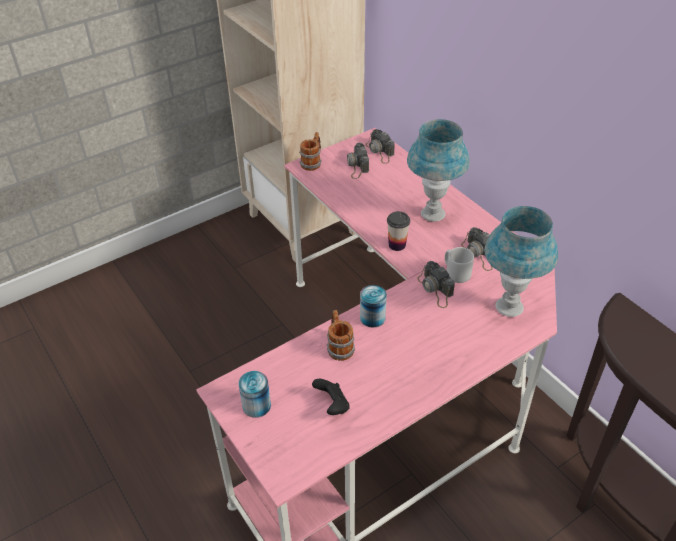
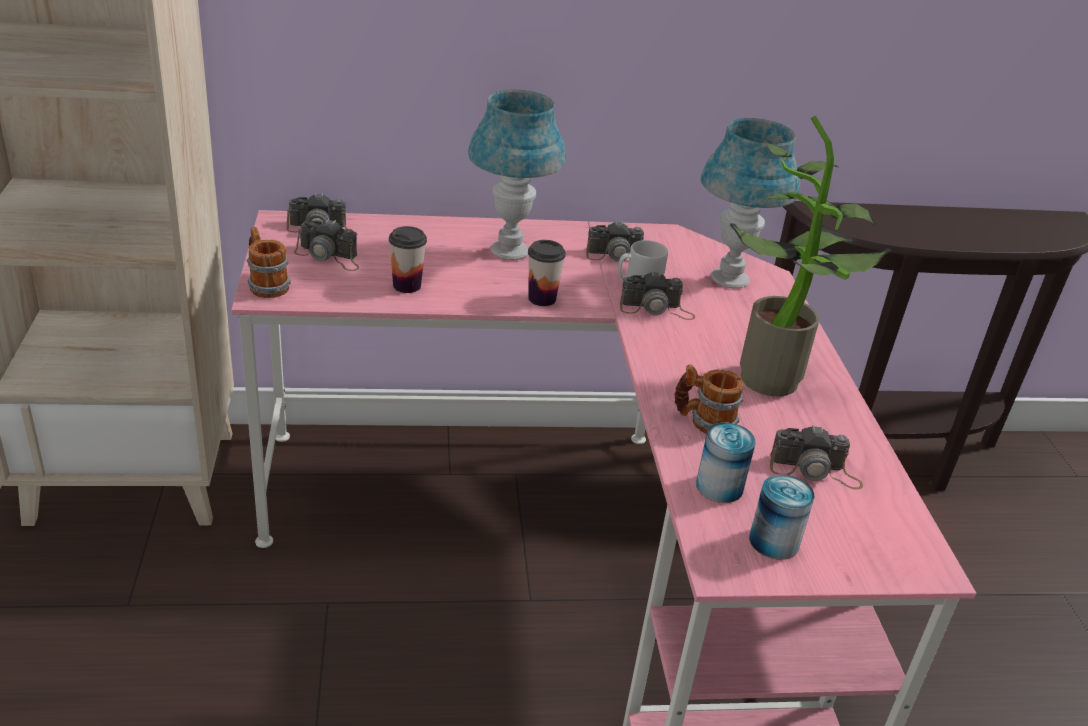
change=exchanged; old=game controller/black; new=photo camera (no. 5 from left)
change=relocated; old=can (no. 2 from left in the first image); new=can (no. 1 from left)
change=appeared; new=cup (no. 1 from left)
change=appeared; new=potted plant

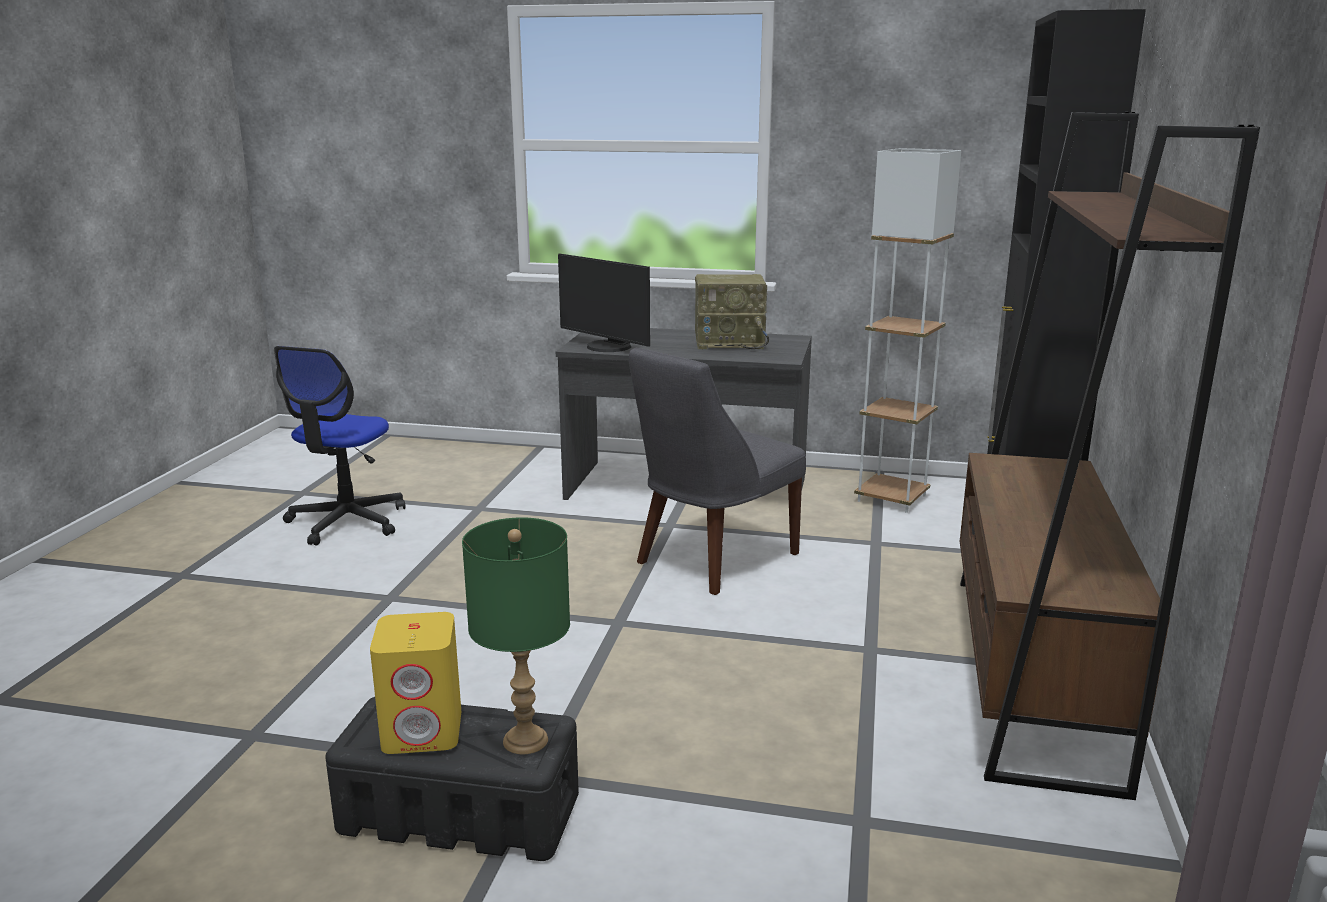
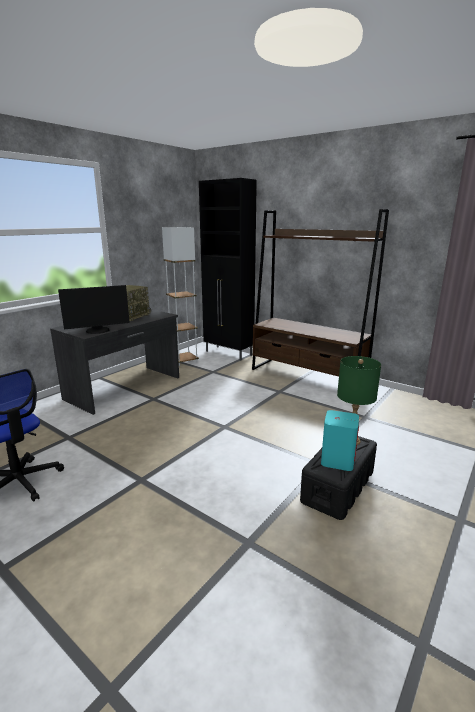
change=colour; old=speaker/yellow; new=speaker/turquoise
change=missing; old=chair/grey

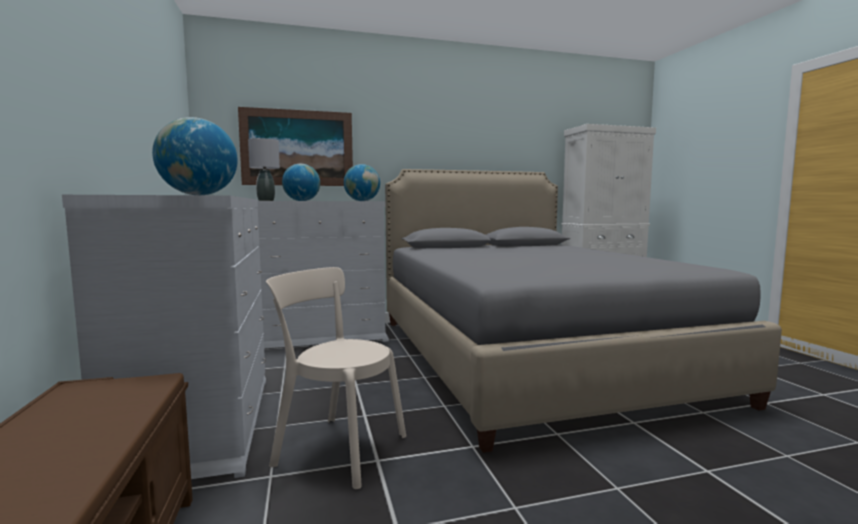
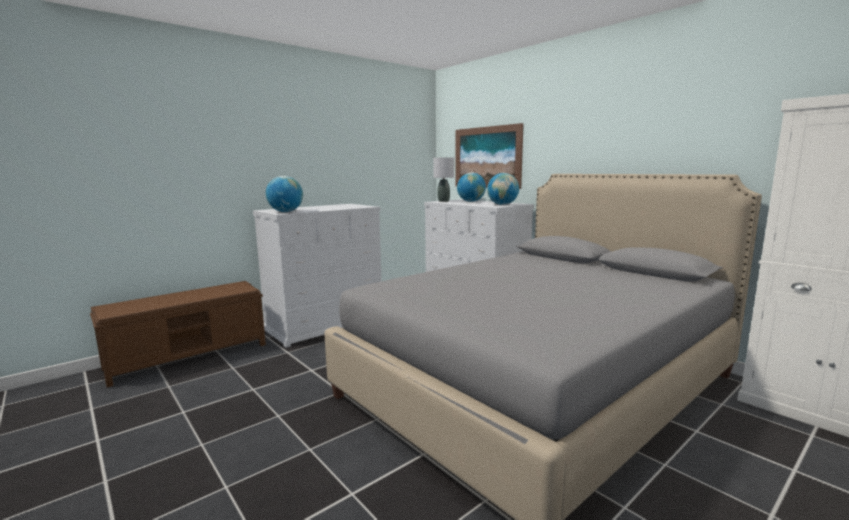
change=missing; old=chair/beige

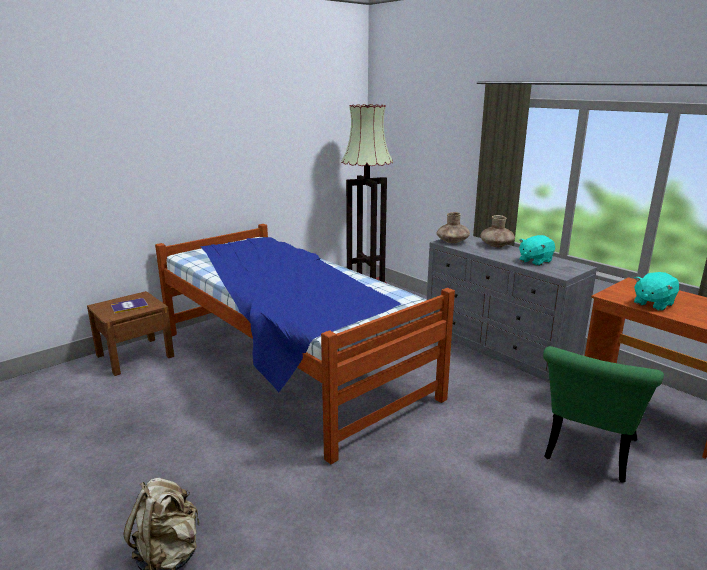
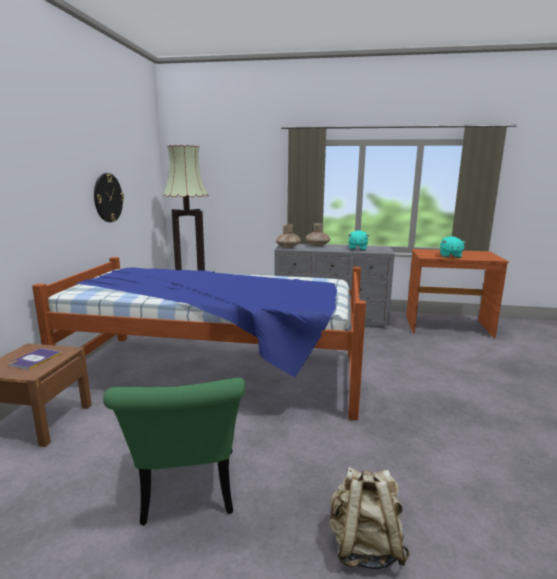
change=relocated; old=chair/green
change=appeared; new=wall clock

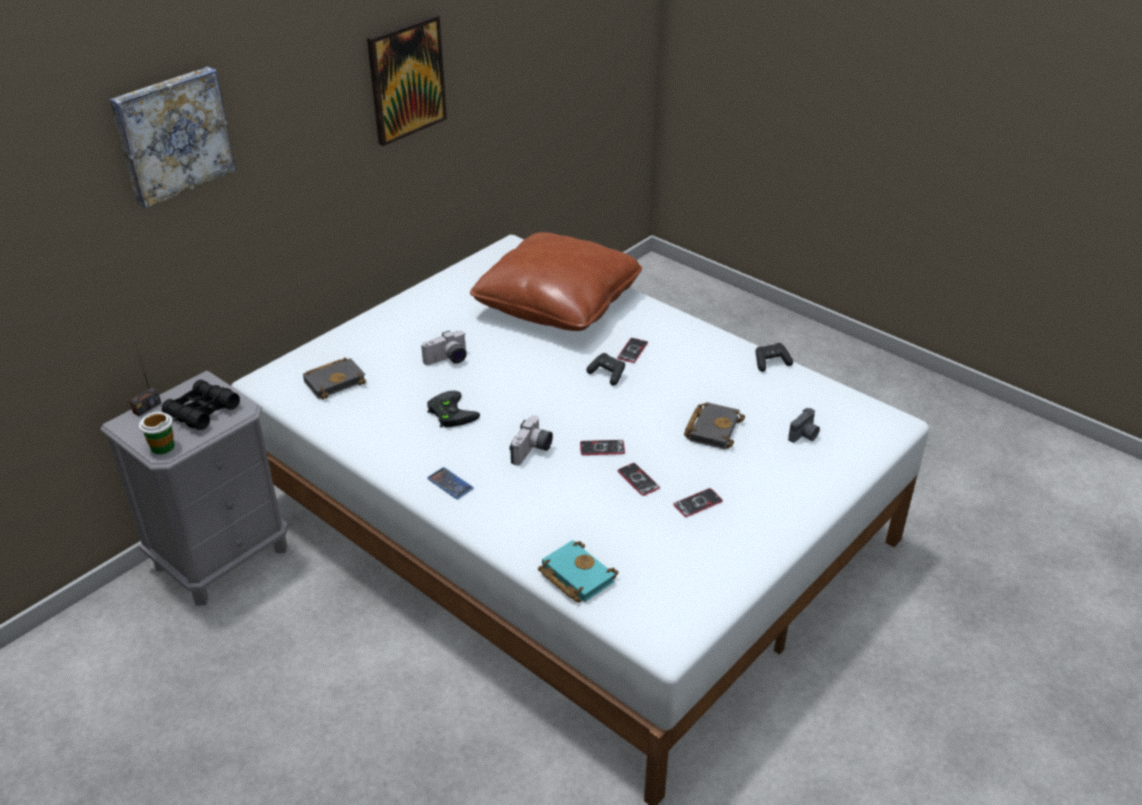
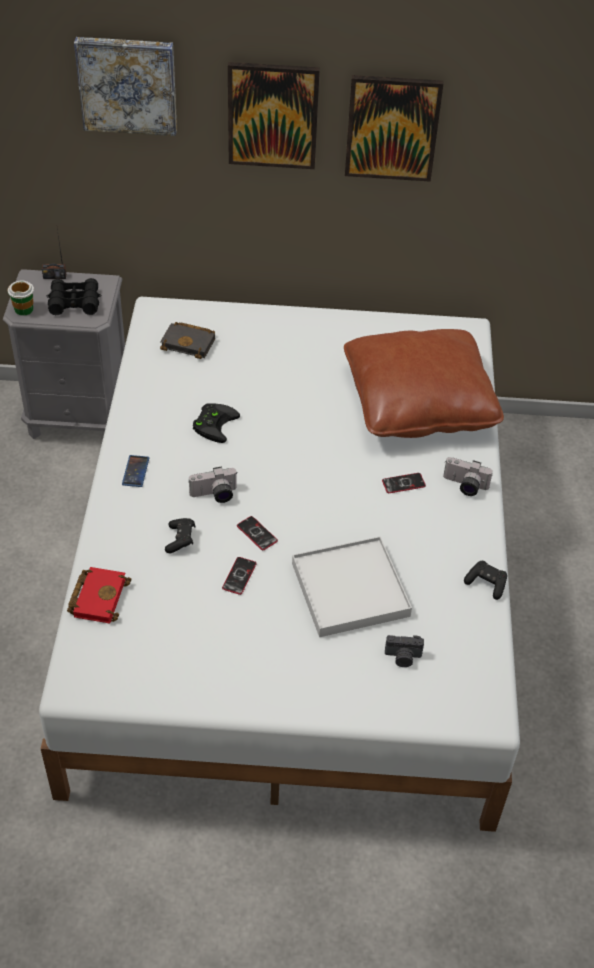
change=relocated; old=photo camera (no. 1 from left in the first image); new=photo camera (no. 3 from left)
change=colour; old=book/turquoise; new=book/red
change=relocated; old=game controller/black (no. 2 from left in the first image); new=game controller/black (no. 1 from left)
change=missing; old=phone (no. 5 from left)
change=exchanged; old=book/black (no. 2 from left); new=tray/white
change=appeared; new=picture (no. 2 from left)

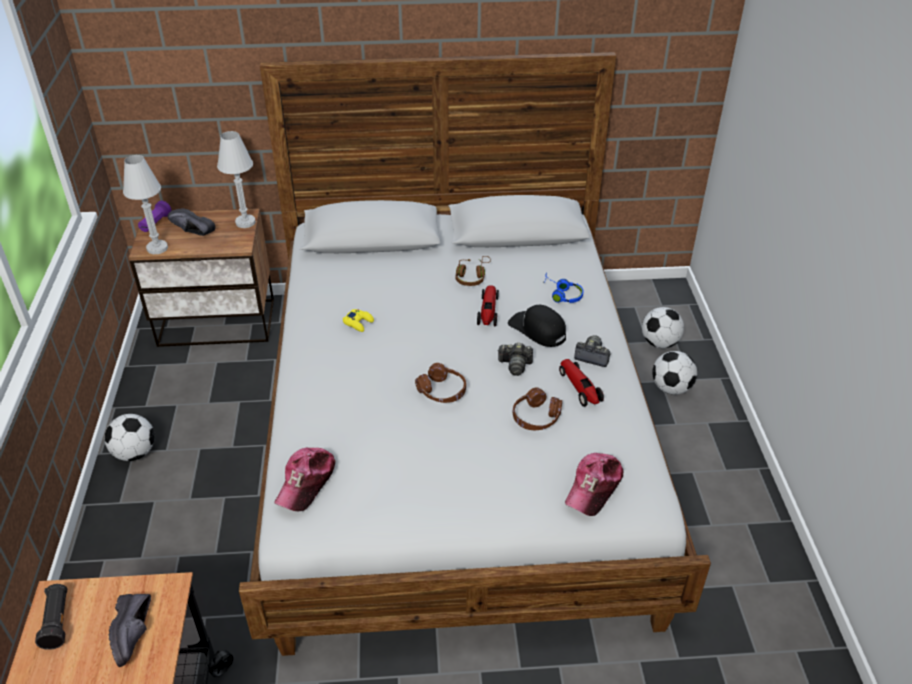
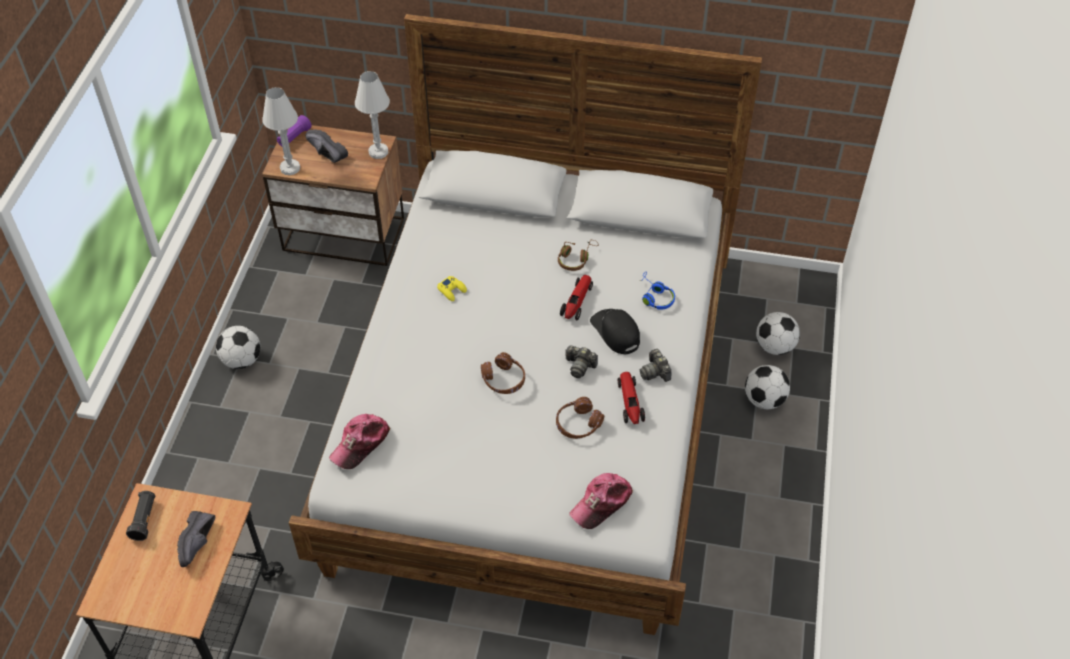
change=spun; old=photo camera (no. 2 from left); degrees=-150

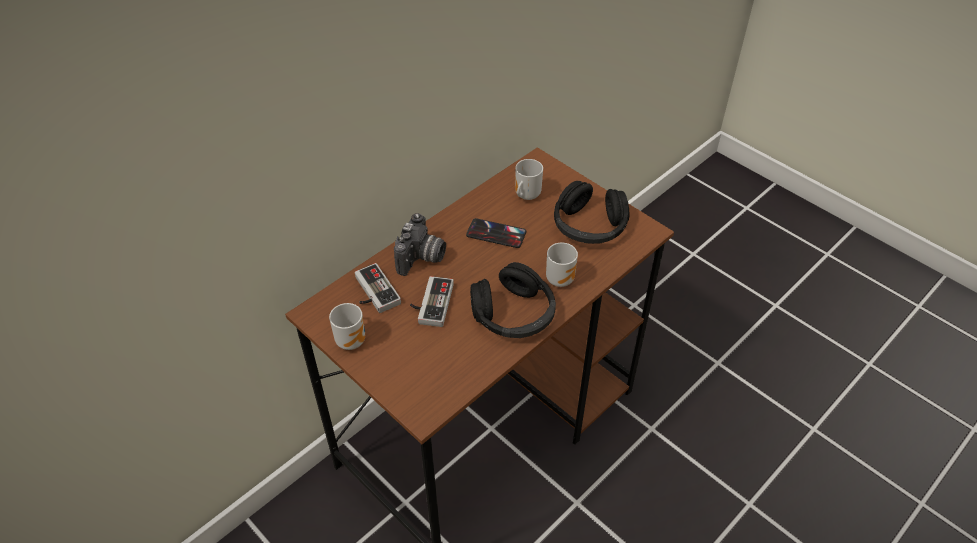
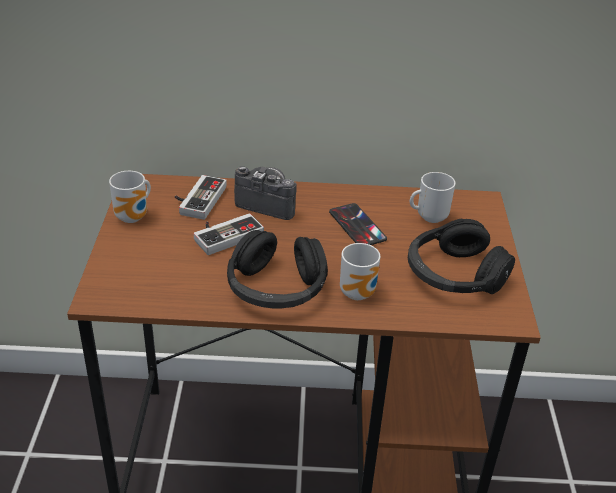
change=spun; old=photo camera; degrees=-135

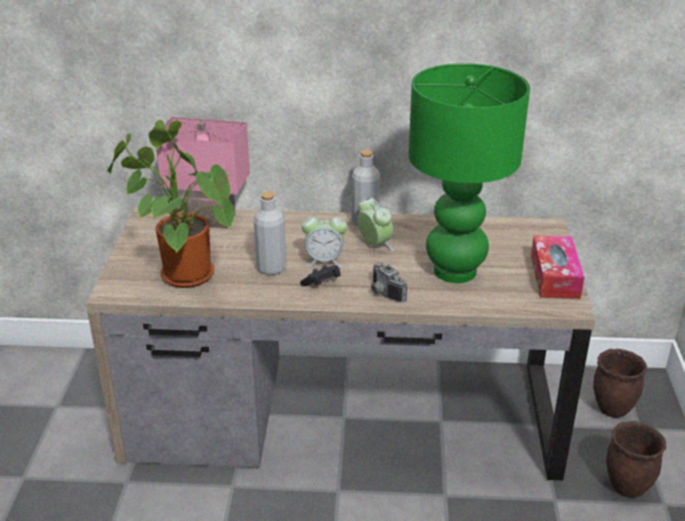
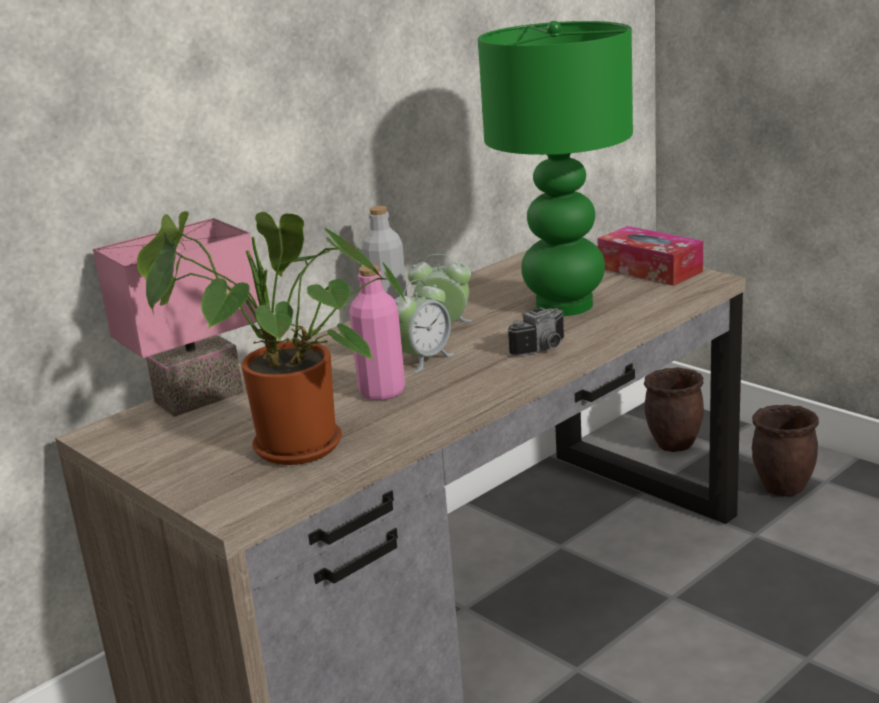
change=colour; old=bottle/grey (no. 1 from left); new=bottle/pink
change=missing; old=game controller/black
change=spun; old=photo camera; degrees=-45

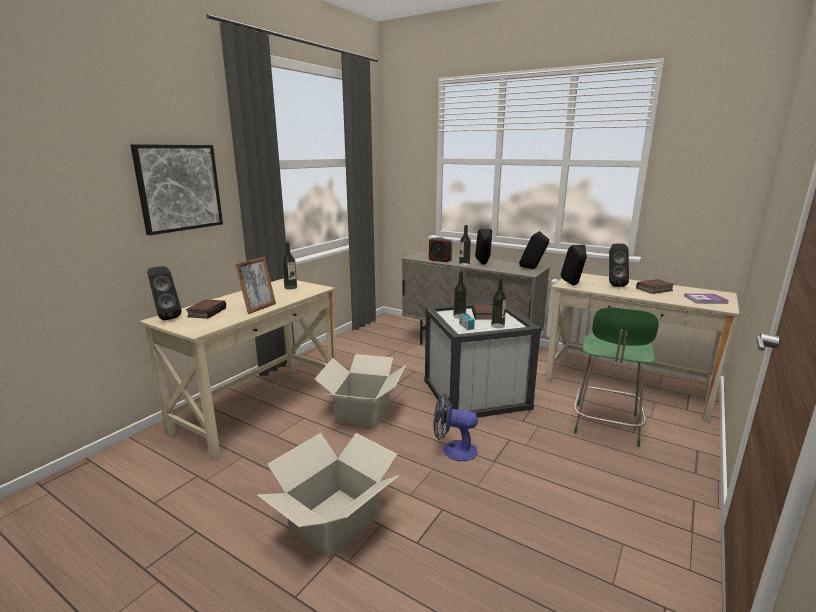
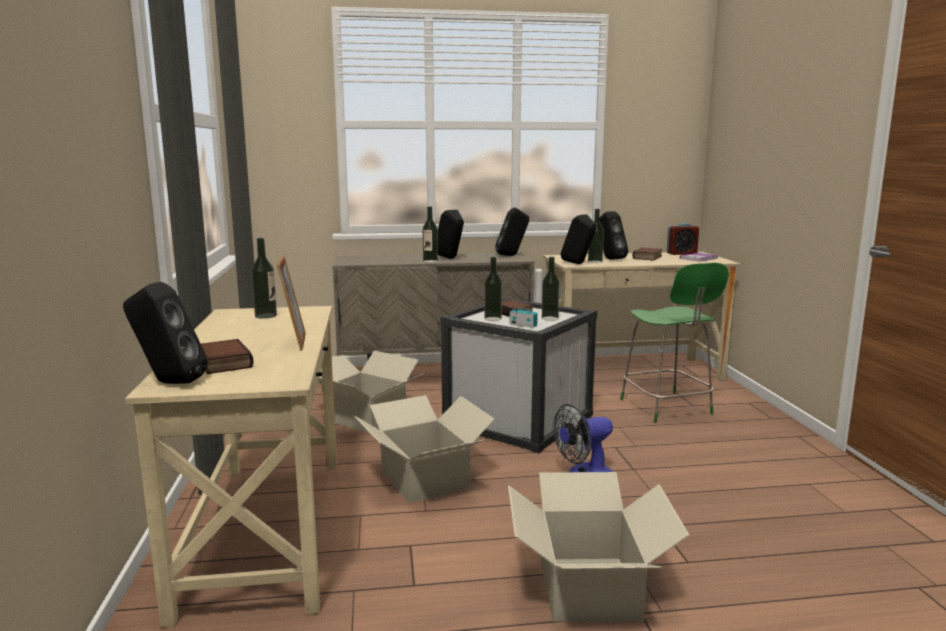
change=missing; old=picture
change=relocated; old=alarm clock
change=appeared; new=cardboard box (no. 1 from left)
change=appeared; new=bottle (no. 5 from left)

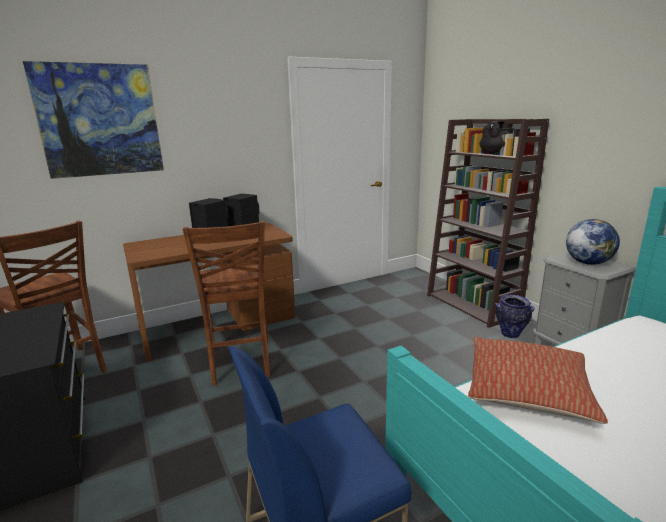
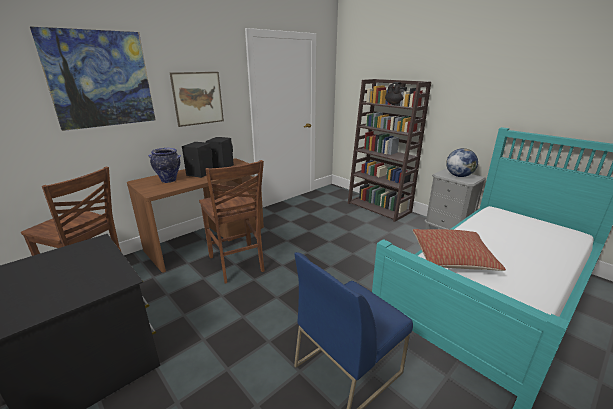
change=relocated; old=vase
change=appeared; new=picture (no. 2 from left)

